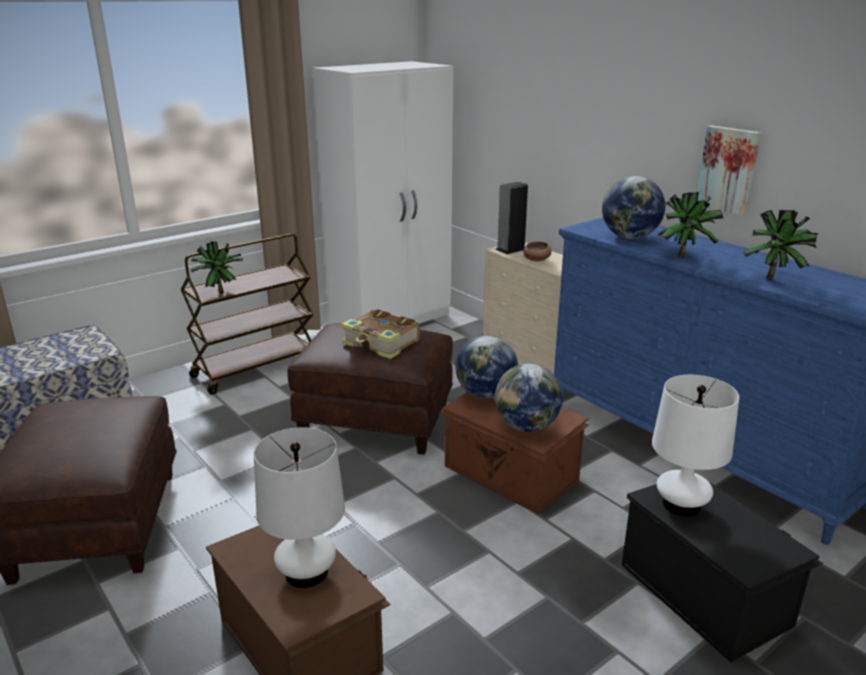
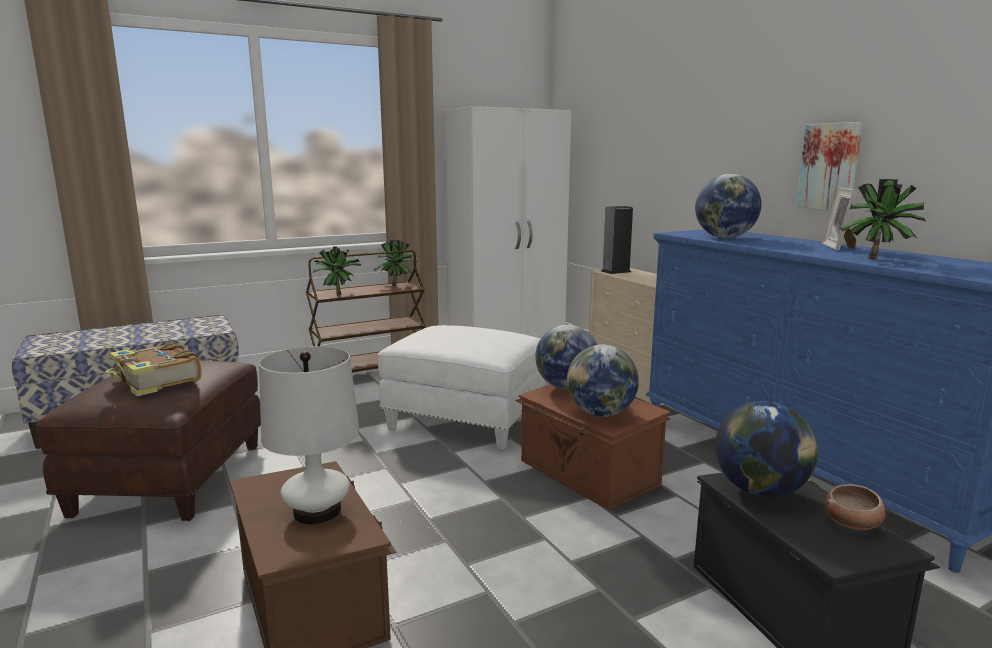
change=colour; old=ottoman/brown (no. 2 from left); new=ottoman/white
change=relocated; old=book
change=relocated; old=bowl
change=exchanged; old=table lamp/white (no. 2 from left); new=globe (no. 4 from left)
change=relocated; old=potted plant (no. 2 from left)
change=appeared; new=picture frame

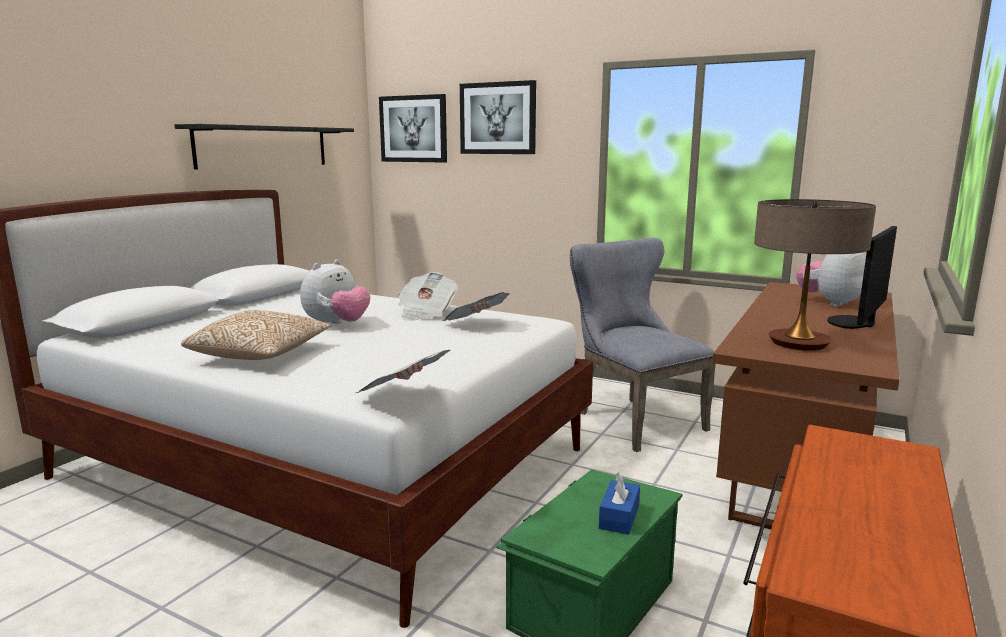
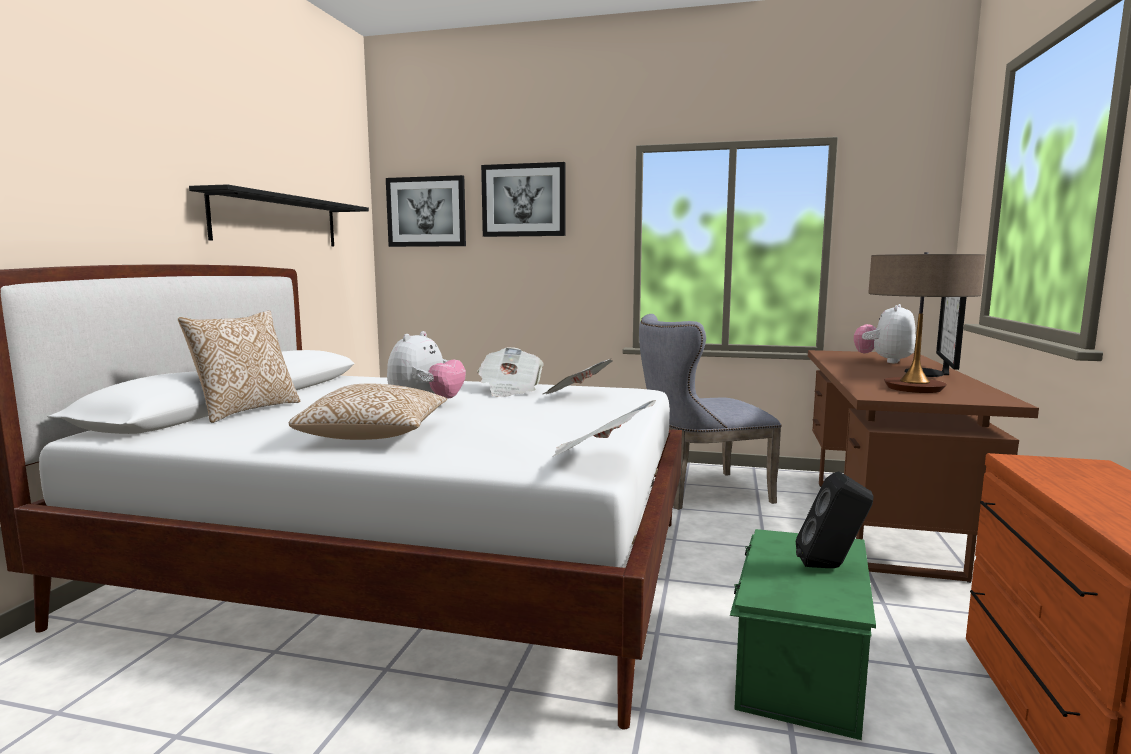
change=spun; old=chair/grey; degrees=-60
change=exchanged; old=tissue box/blue; new=speaker/black
change=appeared; new=pillow (no. 1 from left)

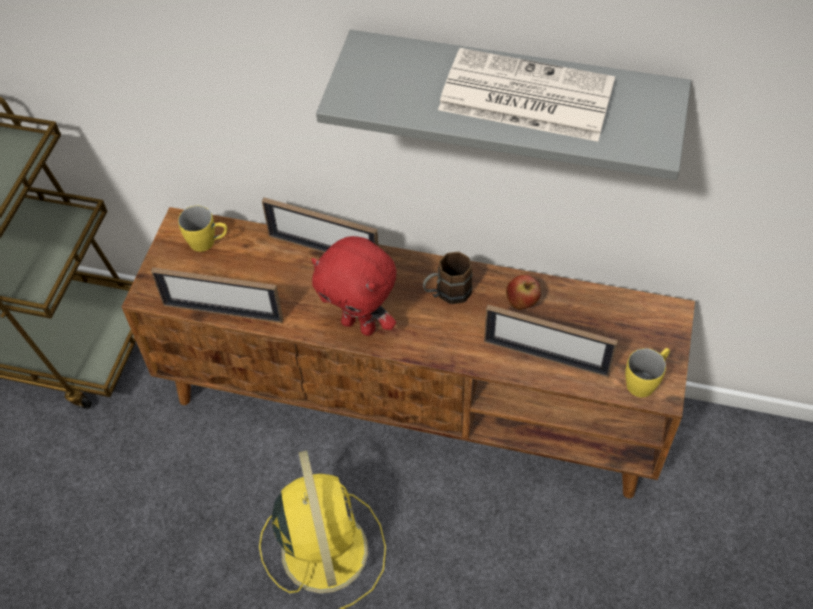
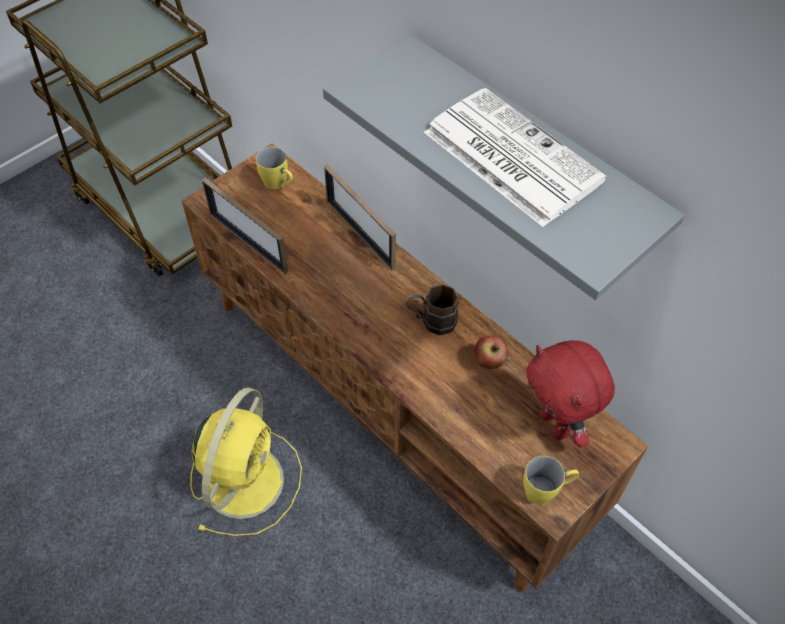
change=relocated; old=plush toy/red
change=missing; old=picture frame (no. 3 from left)

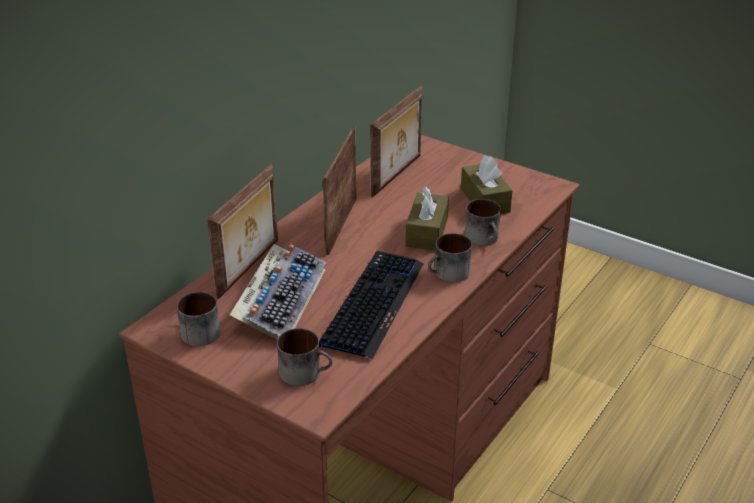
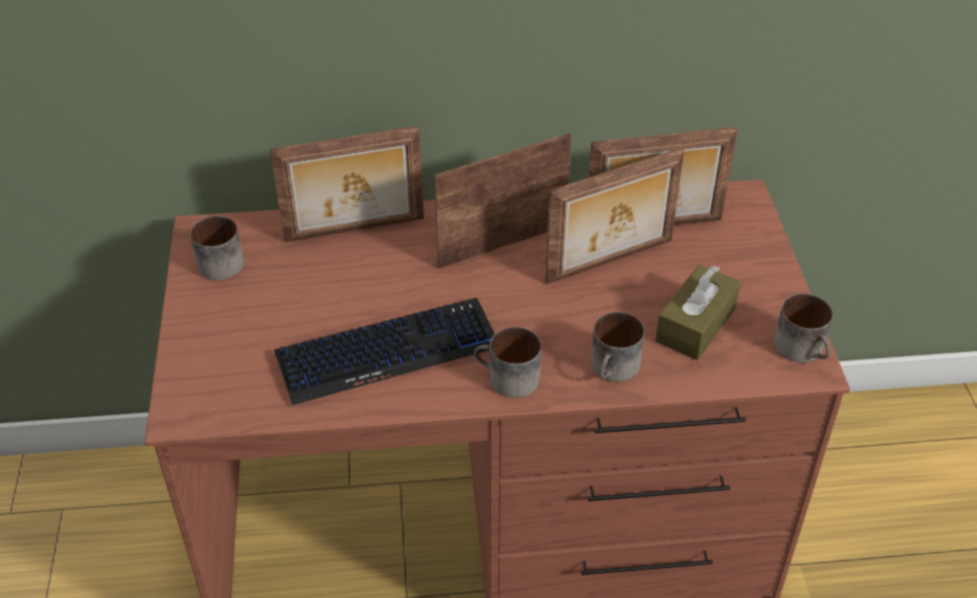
change=missing; old=keyboard (no. 1 from left)
change=relocated; old=mug (no. 2 from left in the first image); new=mug (no. 4 from left)
change=missing; old=tissue box/brown (no. 1 from left)
change=appeared; new=picture frame (no. 3 from left)

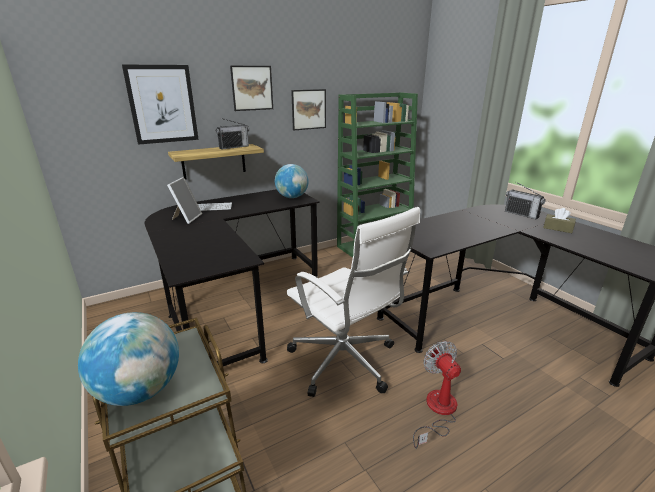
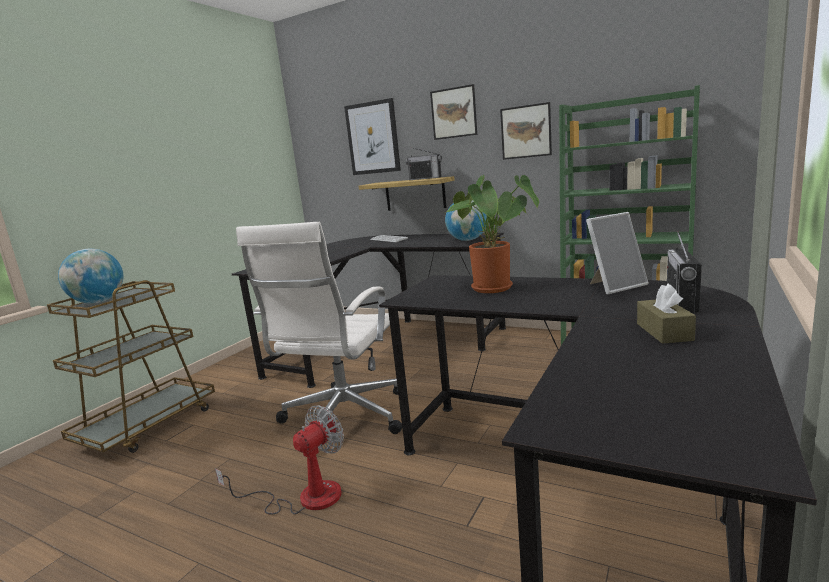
change=relocated; old=picture frame
change=appeared; new=potted plant

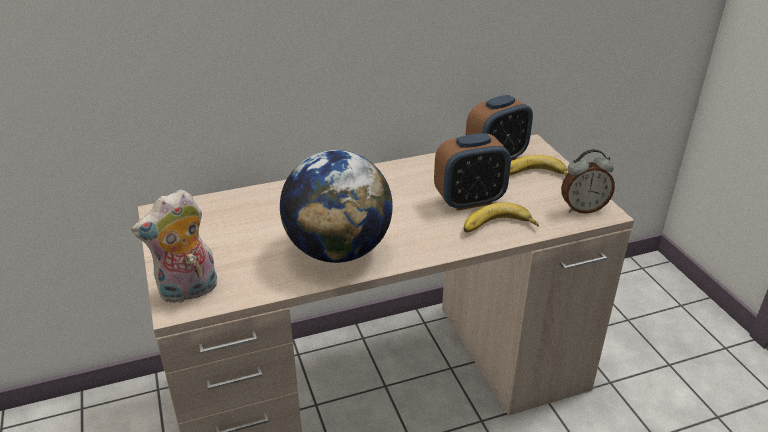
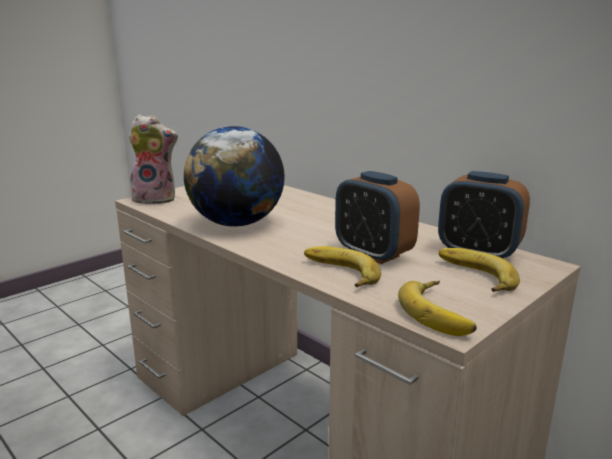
change=spun; old=plush toy; degrees=150
change=exchanged; old=alarm clock (no. 3 from left); new=banana (no. 2 from left)

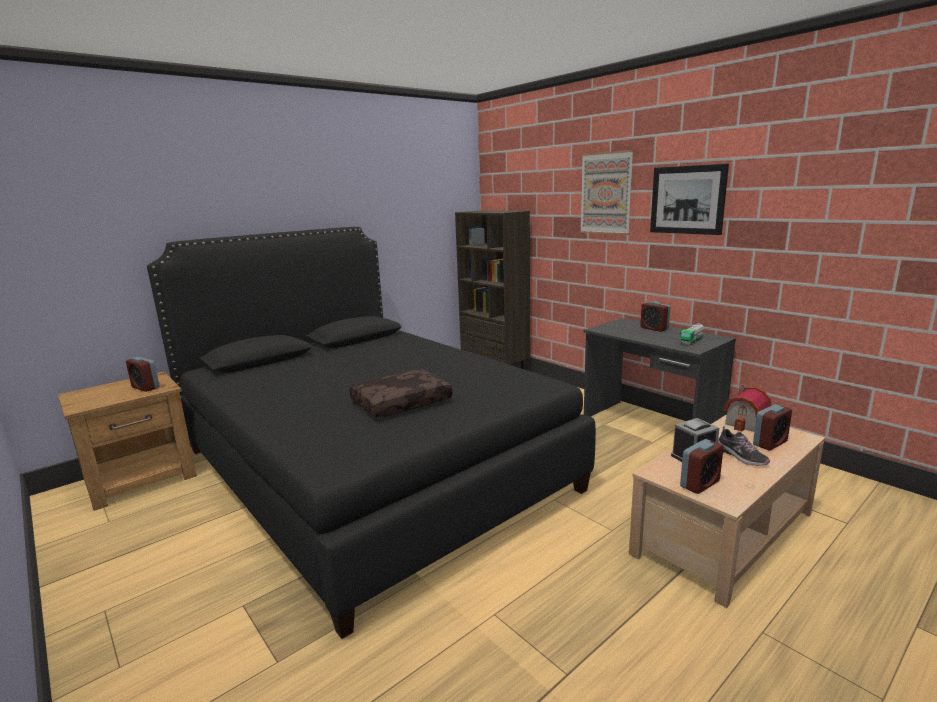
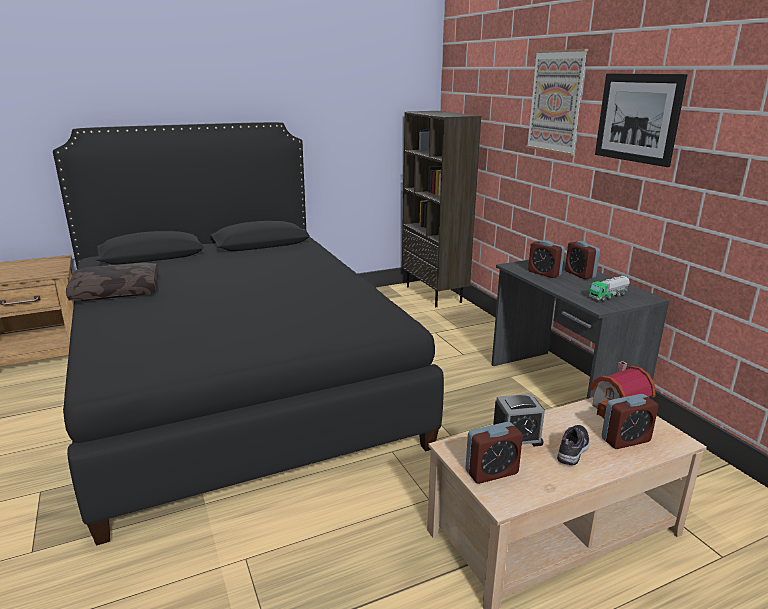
change=relocated; old=alarm clock (no. 1 from left in the first image); new=alarm clock (no. 3 from left)
change=relocated; old=pillow/brown
change=spun; old=shoe; degrees=-135

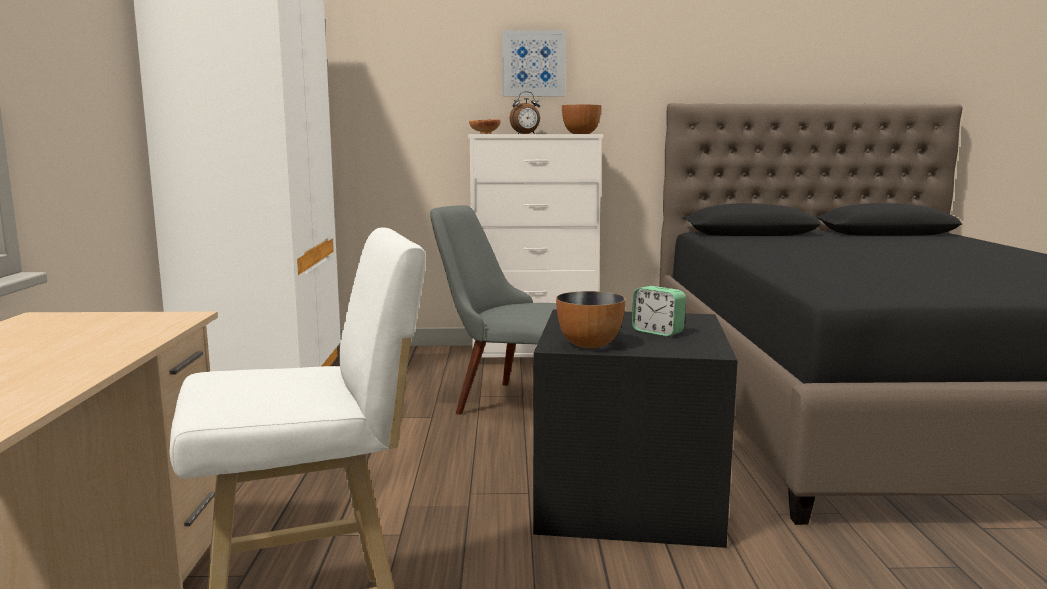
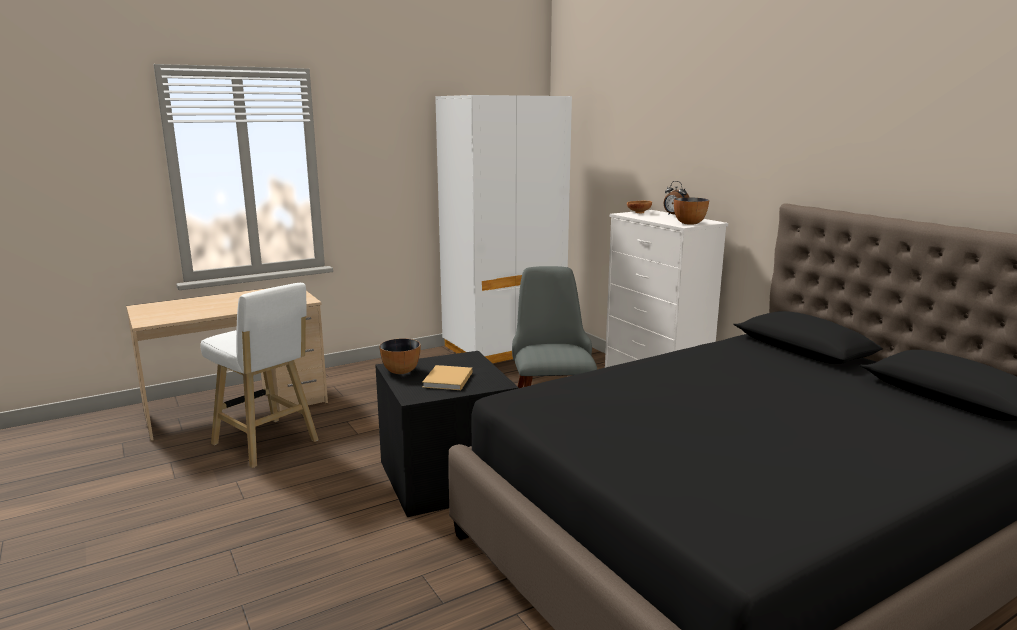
change=missing; old=picture
change=exchanged; old=alarm clock (no. 2 from left); new=book/beige

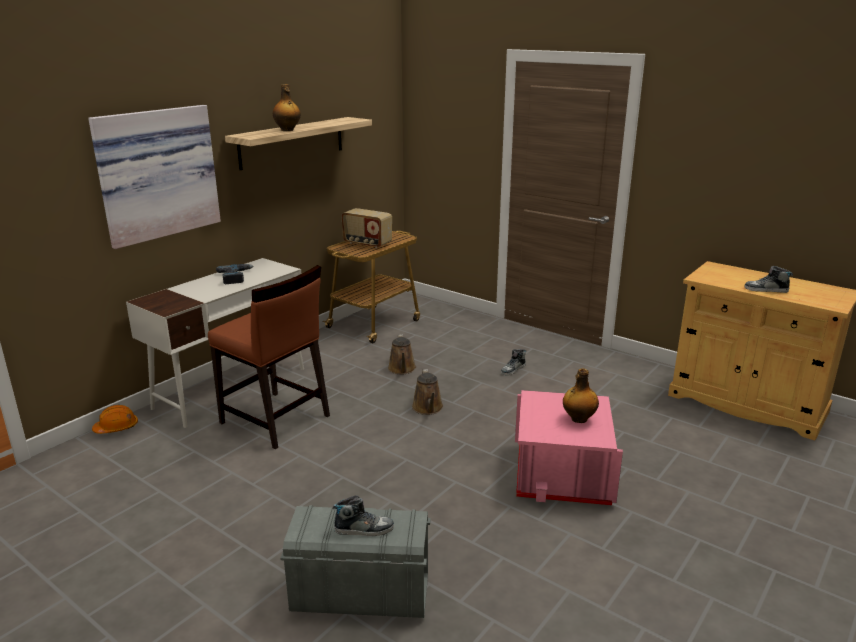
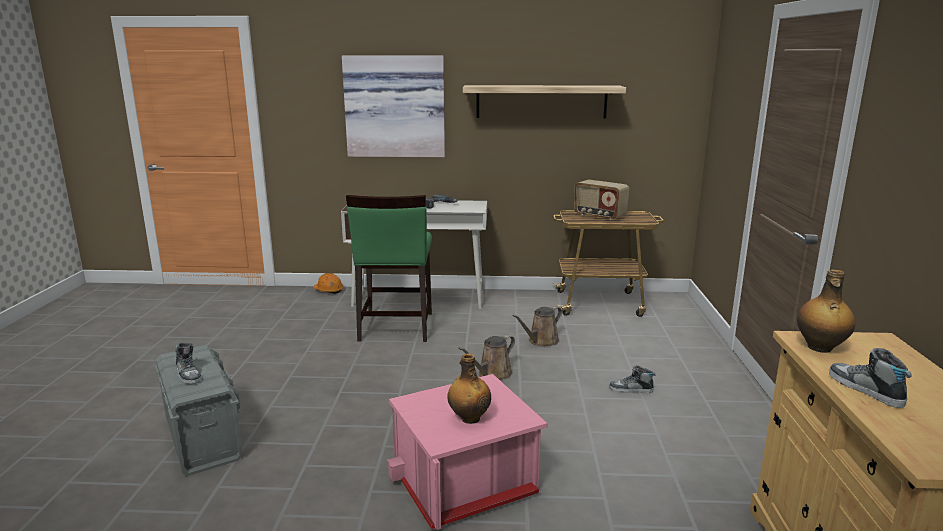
change=colour; old=chair/brown; new=chair/green
change=relocated; old=bottle (no. 1 from left in the first image); new=bottle (no. 2 from left)
change=spun; old=radio; degrees=-45

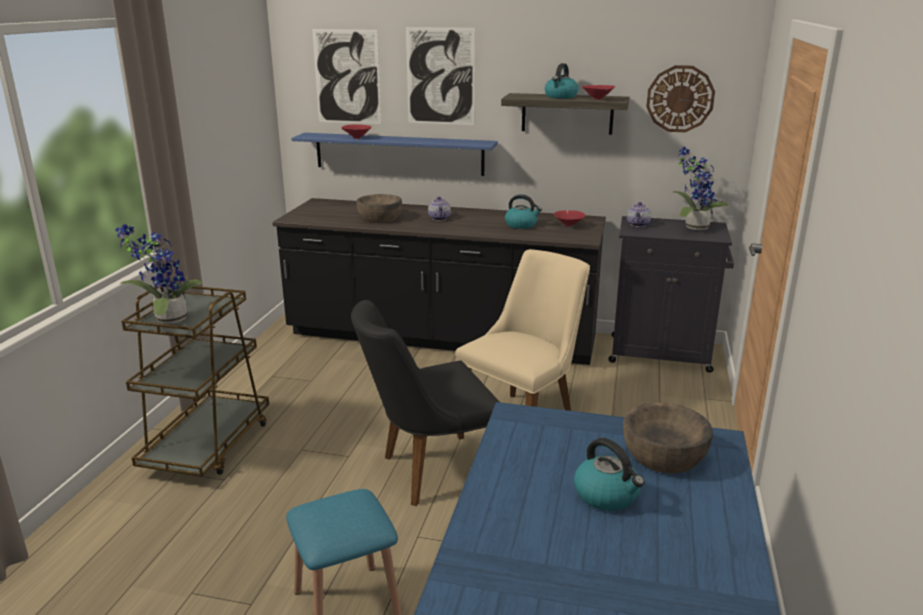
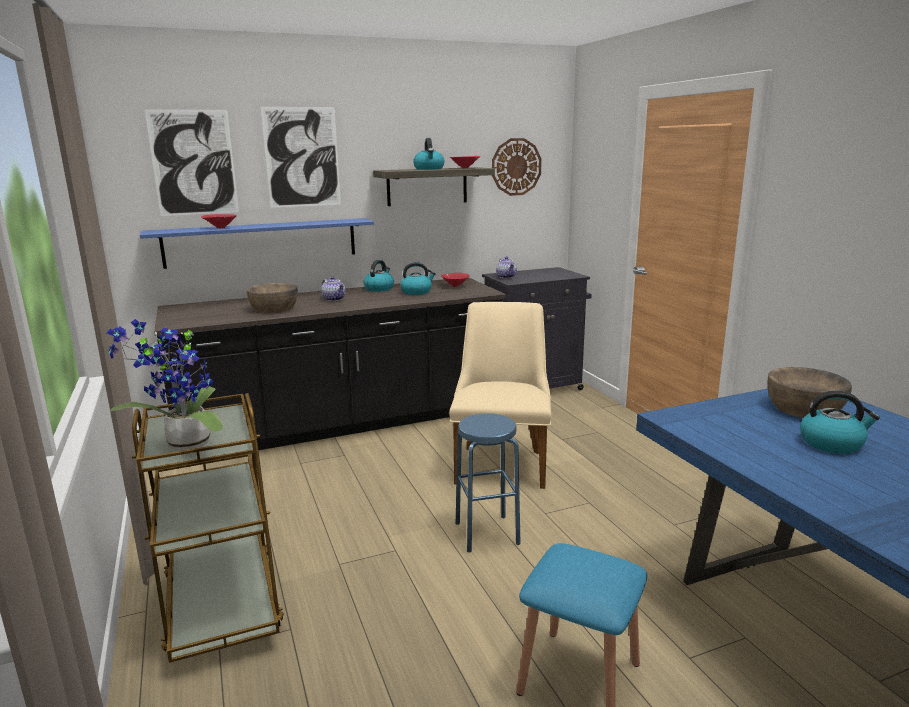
change=exchanged; old=chair/black; new=stool/blue (no. 1 from left)
change=missing; old=potted plant (no. 2 from left)
change=appeared; new=kettle (no. 1 from left)

